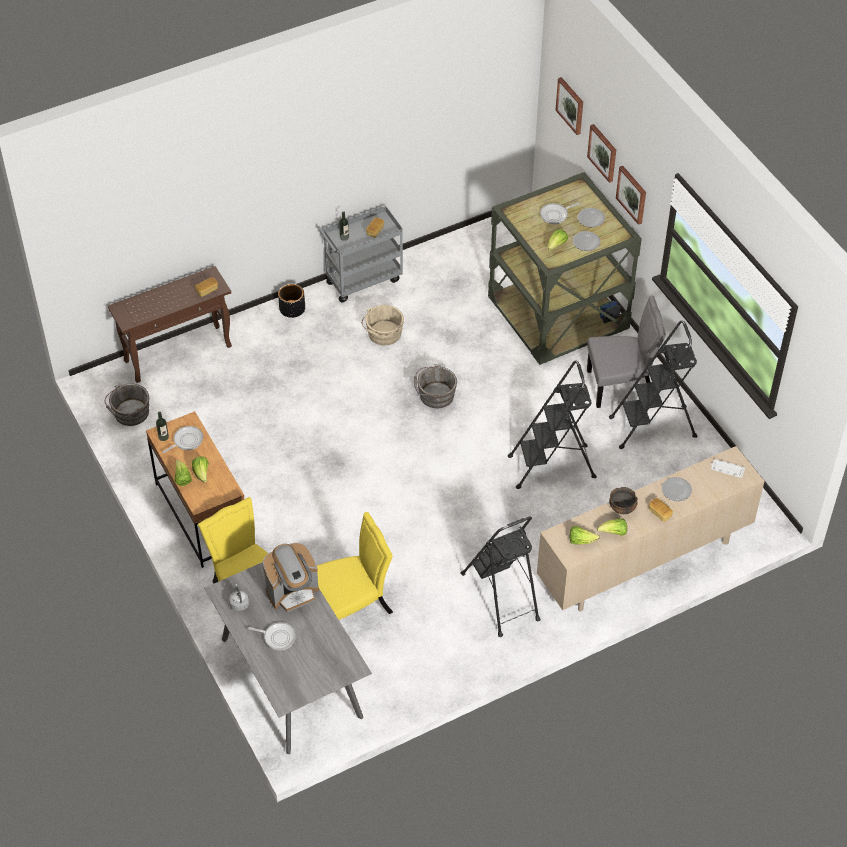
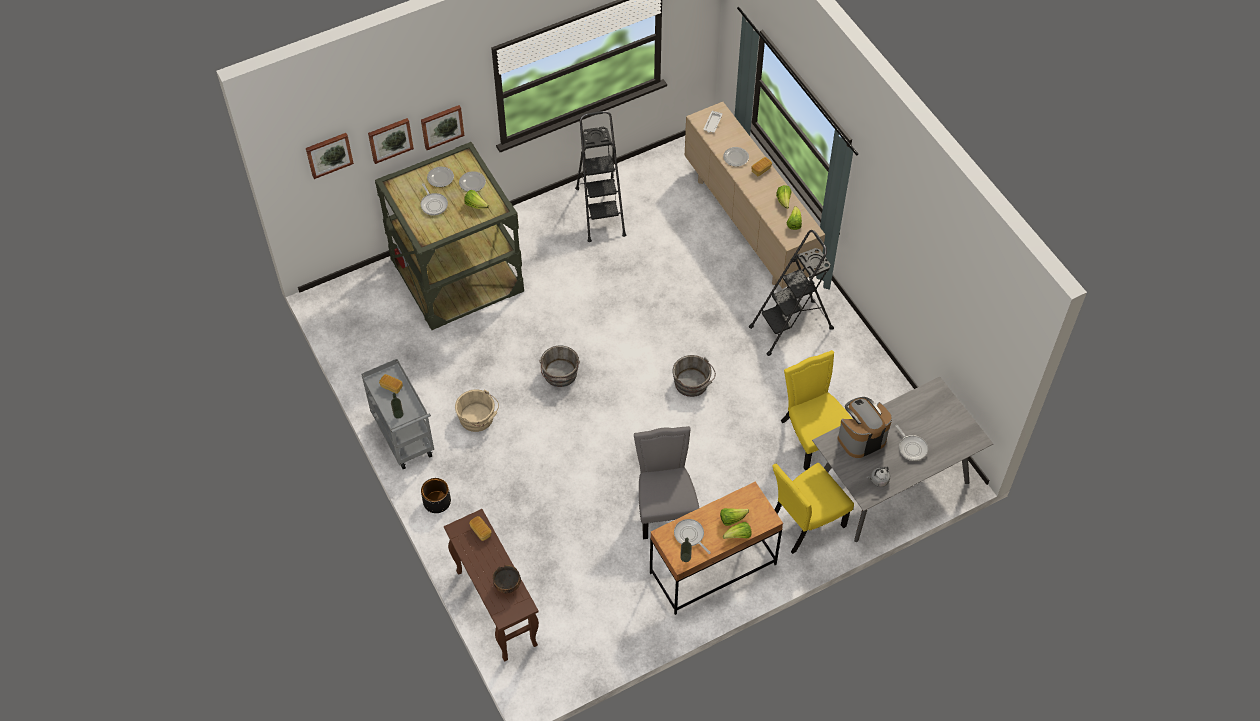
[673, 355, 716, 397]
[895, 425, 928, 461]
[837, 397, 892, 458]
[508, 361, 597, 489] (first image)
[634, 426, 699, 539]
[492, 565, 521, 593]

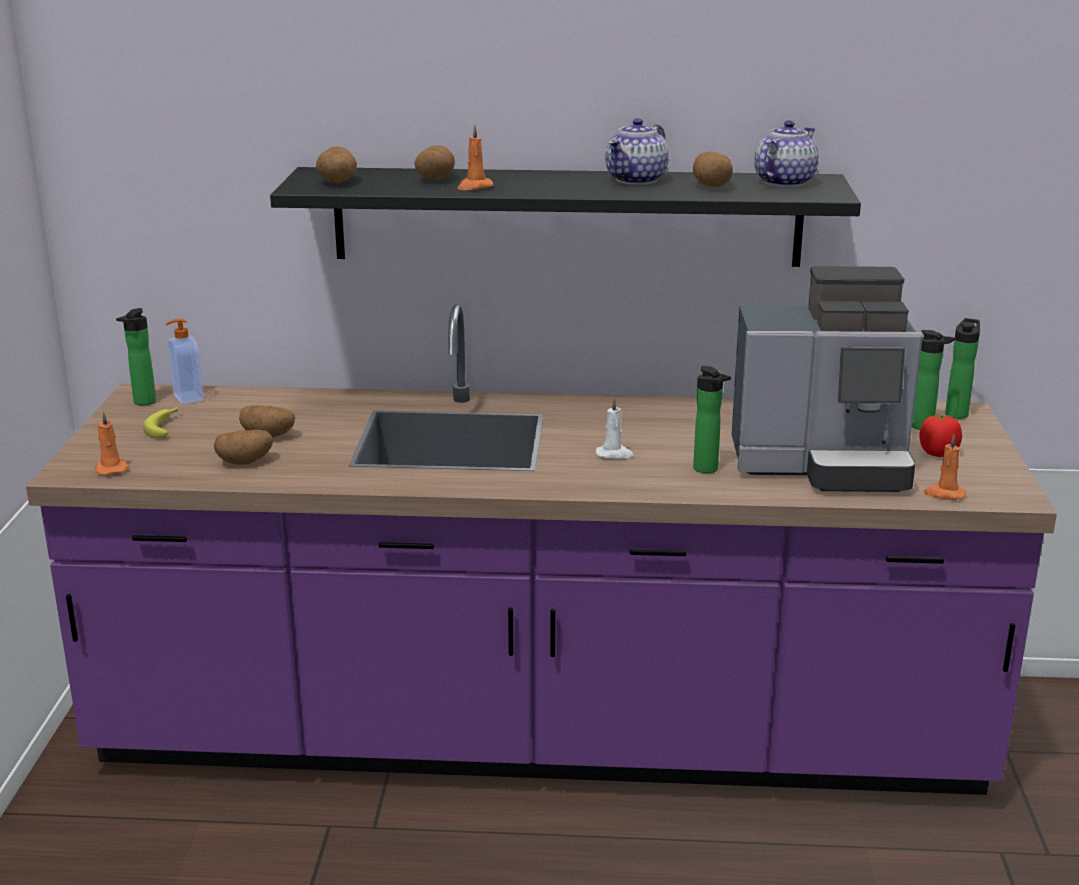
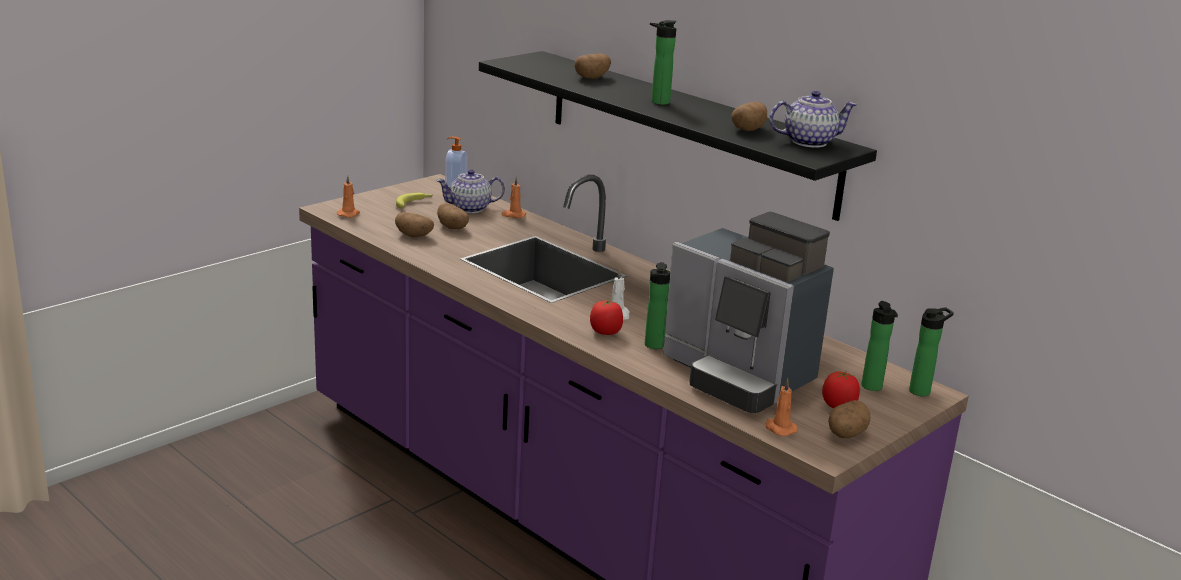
[650, 20, 676, 105]
[828, 400, 870, 438]
[501, 177, 527, 218]
[436, 169, 505, 213]
[590, 299, 623, 335]

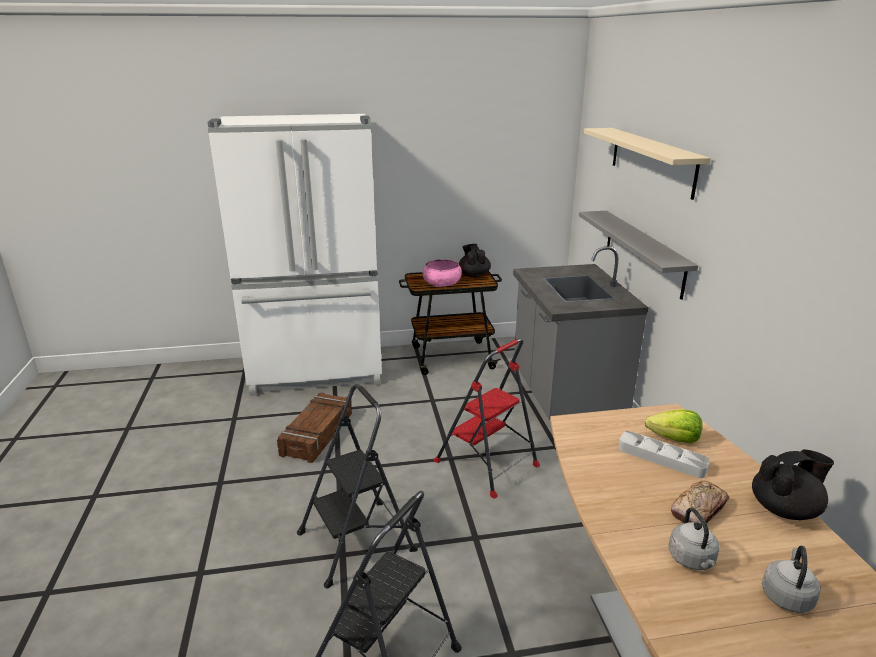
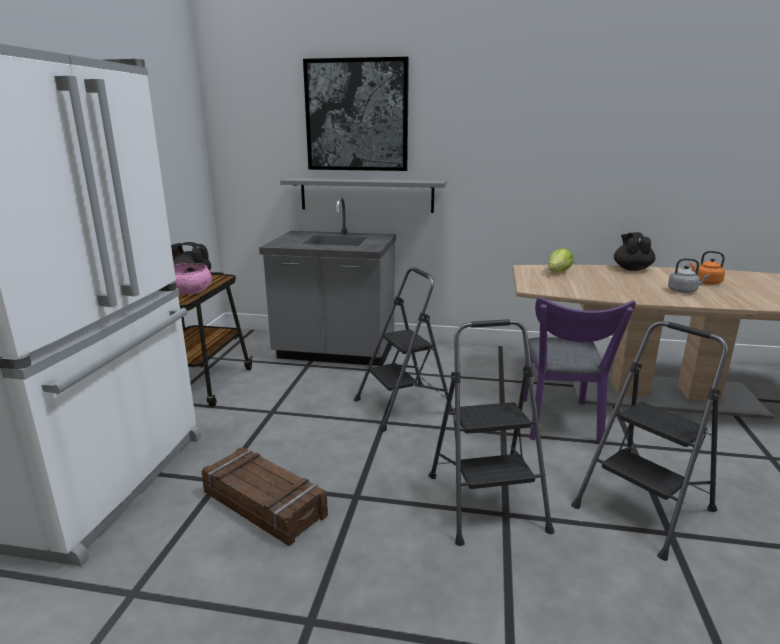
[353, 267, 454, 432]
[303, 57, 409, 171]
[618, 431, 710, 478] (first image)
[671, 481, 729, 524] (first image)
[690, 251, 725, 285]
[524, 297, 636, 443]

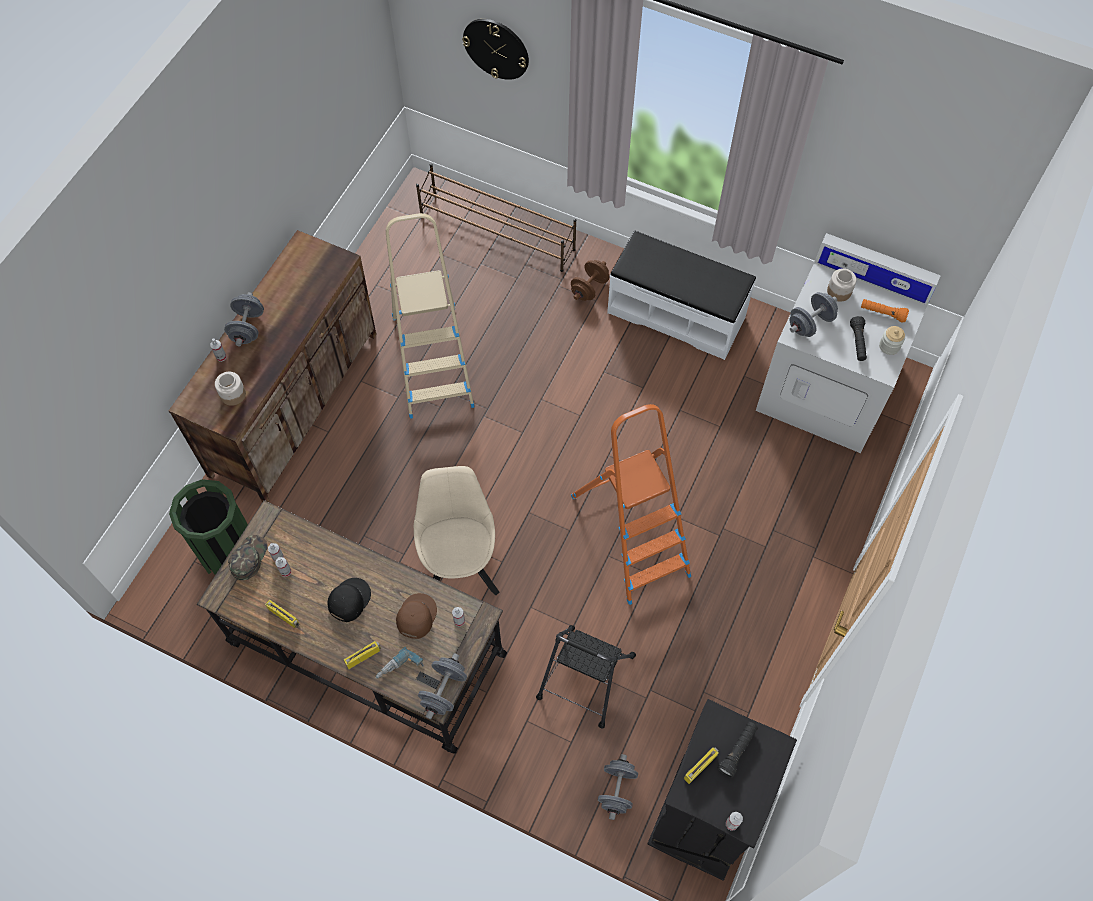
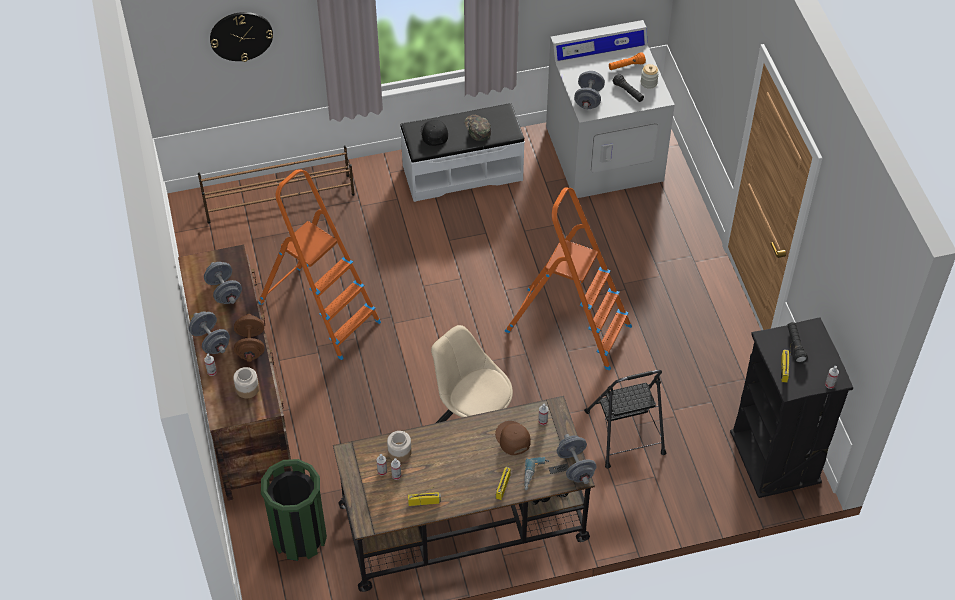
[464, 115, 491, 141]
[421, 120, 448, 146]
[258, 169, 381, 360]
[234, 314, 265, 362]
[204, 262, 242, 304]
[387, 431, 412, 462]

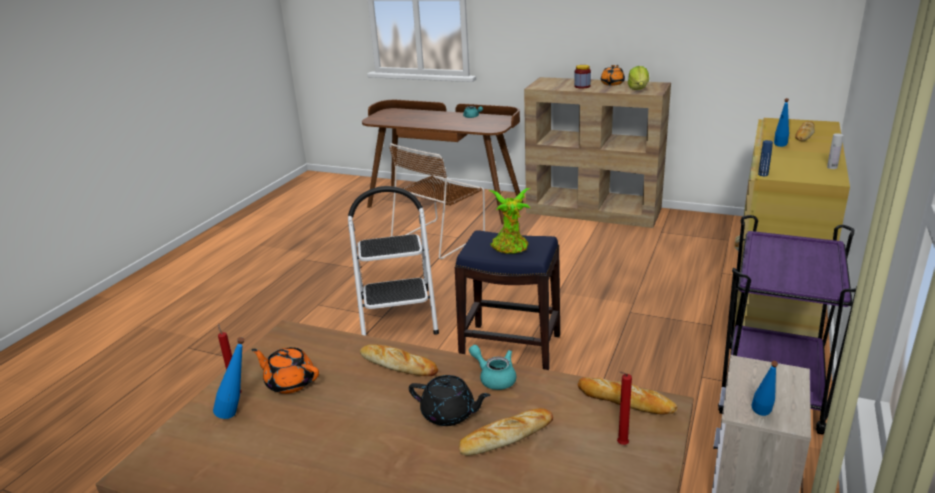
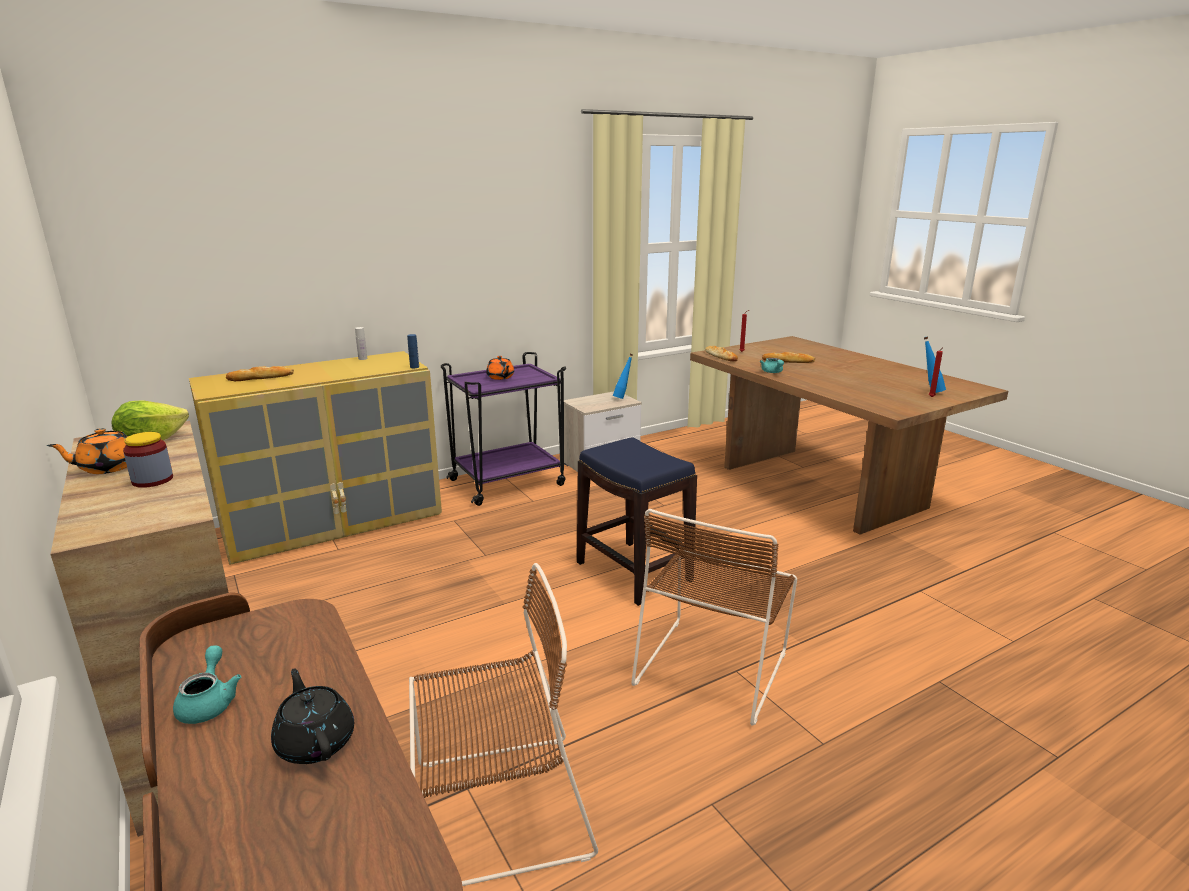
[486, 356, 514, 380]
[631, 509, 797, 726]
[360, 344, 438, 376] (first image)
[271, 668, 354, 764]
[489, 188, 530, 254] (first image)
[774, 98, 789, 147] (first image)

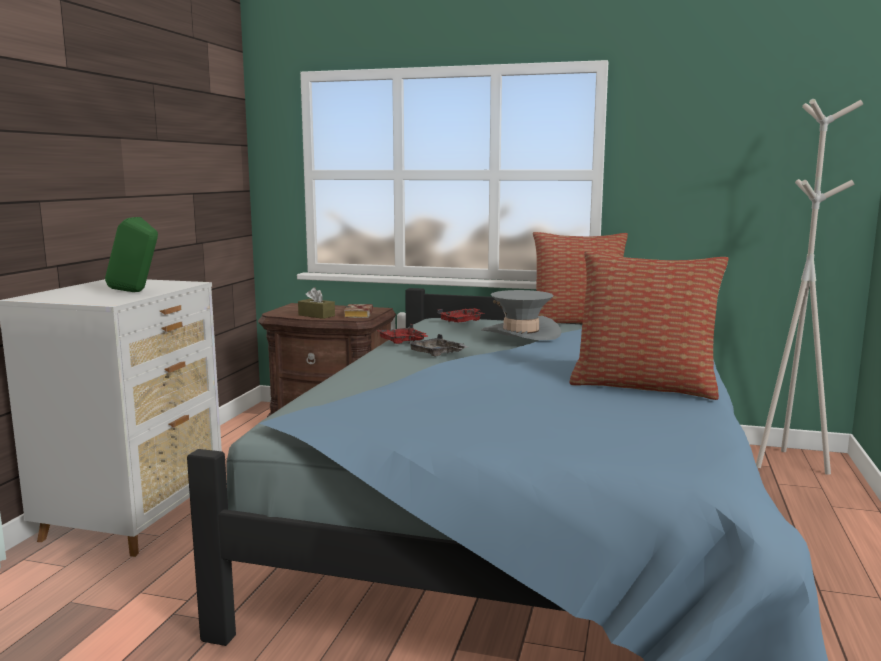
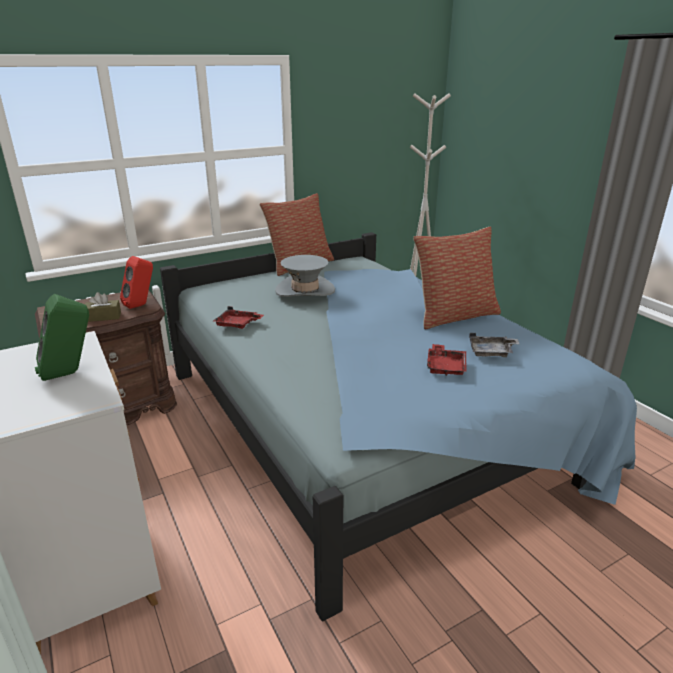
[120, 256, 153, 309]
[469, 333, 519, 357]
[427, 344, 467, 376]

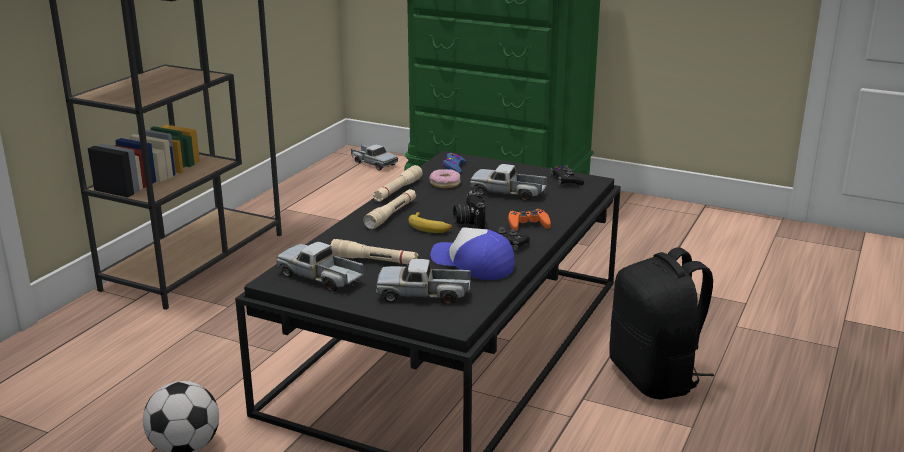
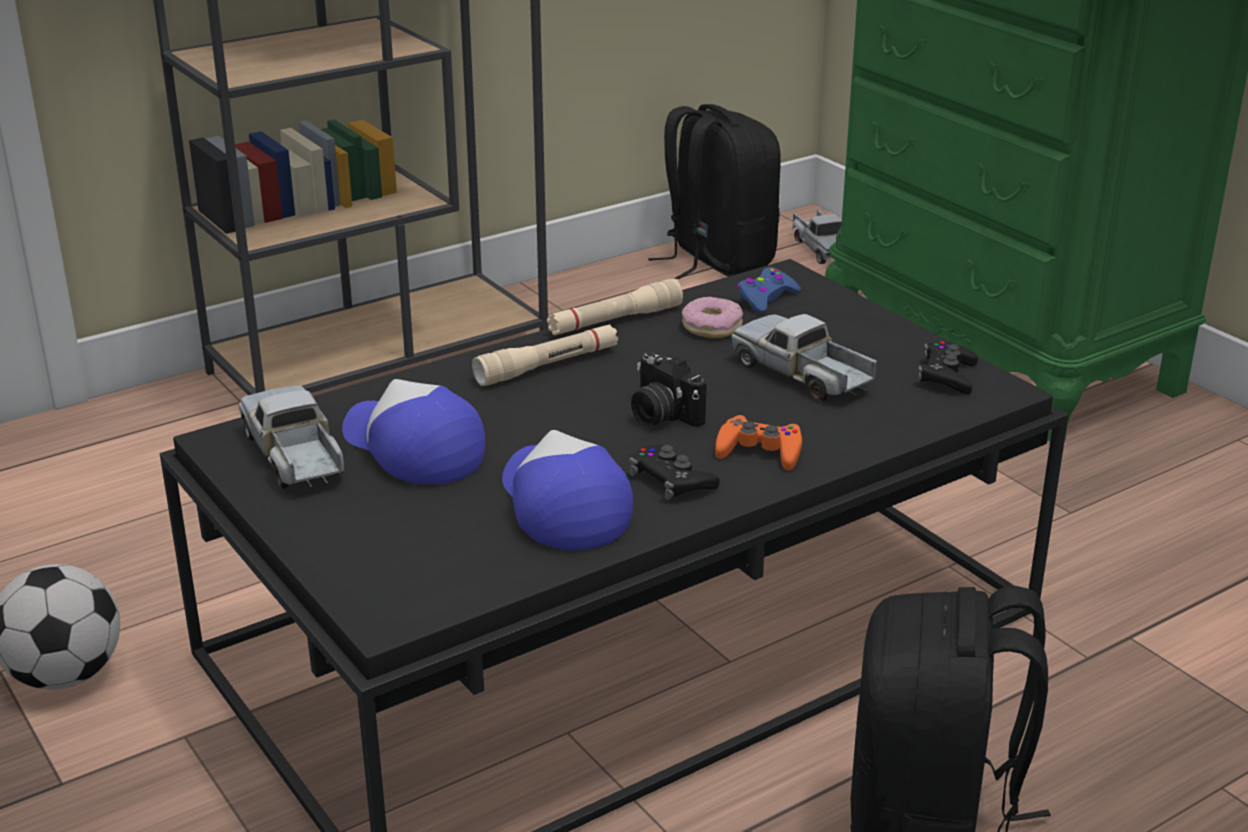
[342, 379, 485, 484]
[376, 259, 471, 304] (first image)
[408, 212, 452, 233] (first image)
[631, 352, 706, 427]
[648, 104, 780, 279]

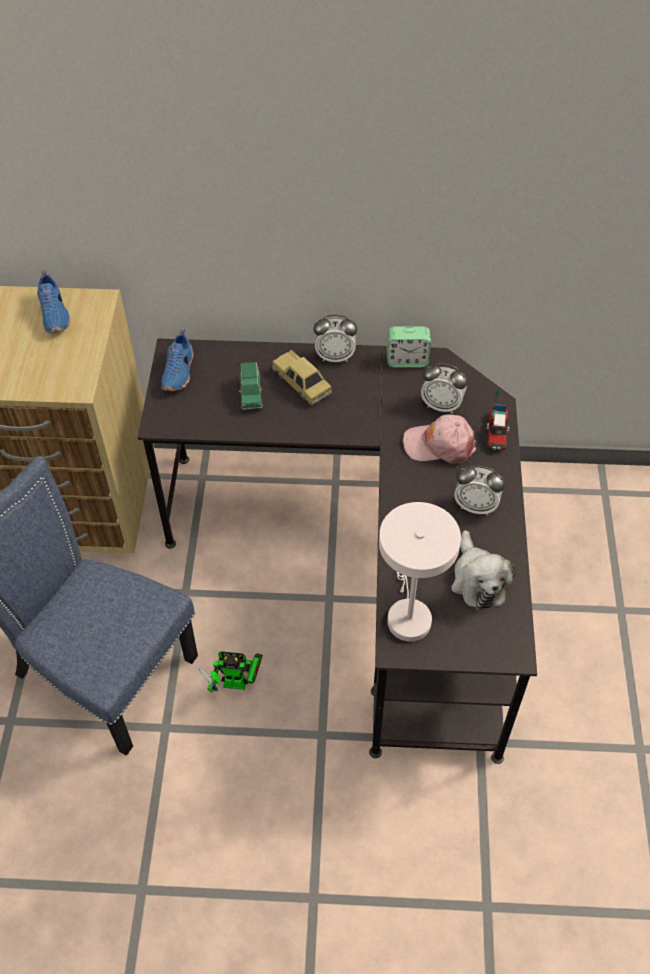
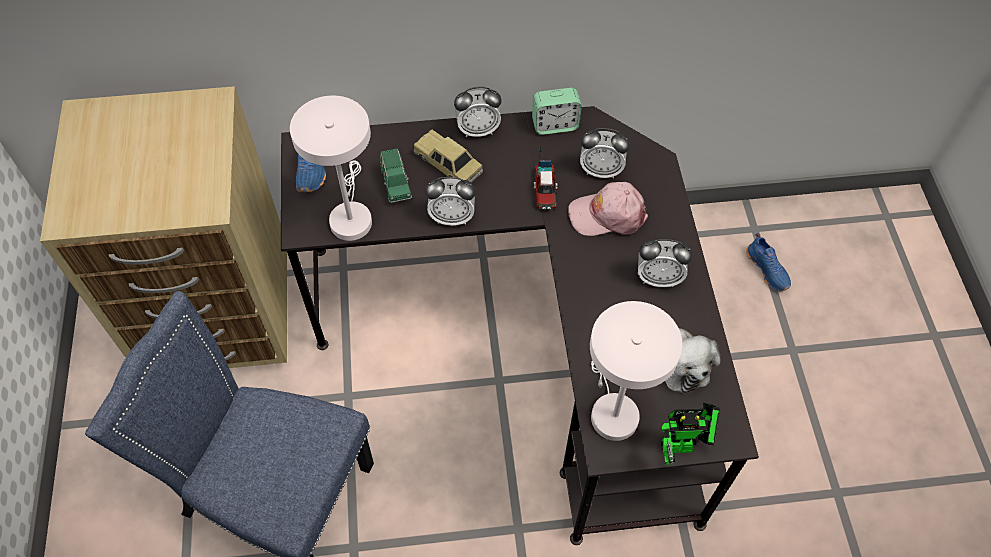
[746, 233, 791, 291]
[661, 403, 720, 466]
[534, 145, 558, 210]
[290, 96, 372, 241]
[425, 177, 476, 226]

